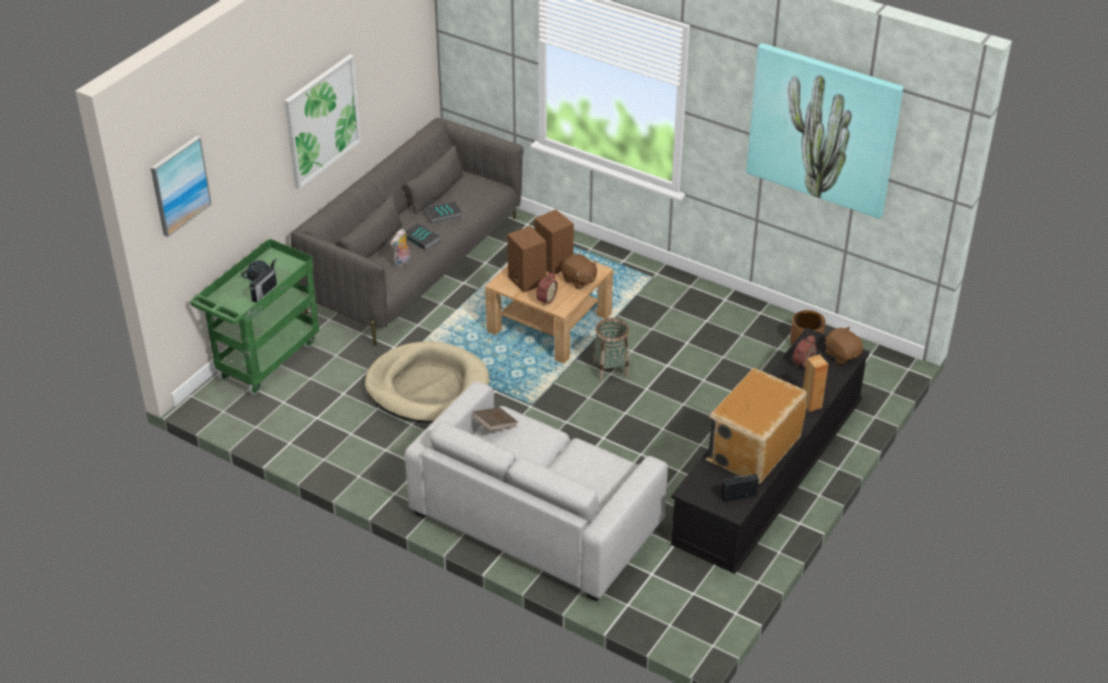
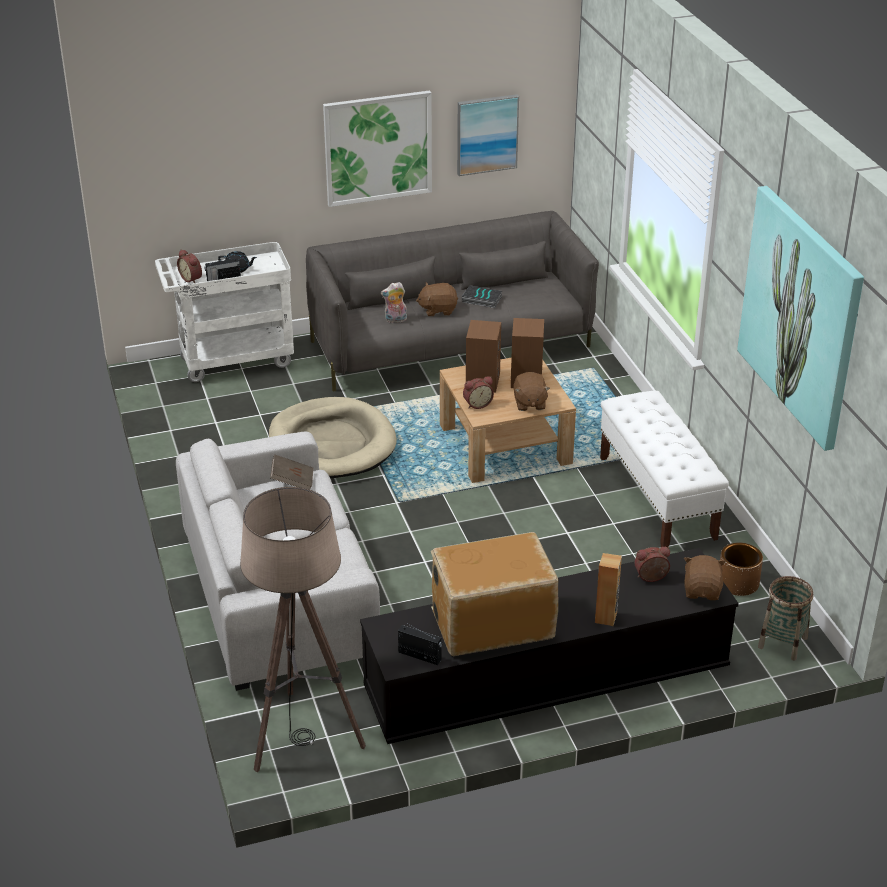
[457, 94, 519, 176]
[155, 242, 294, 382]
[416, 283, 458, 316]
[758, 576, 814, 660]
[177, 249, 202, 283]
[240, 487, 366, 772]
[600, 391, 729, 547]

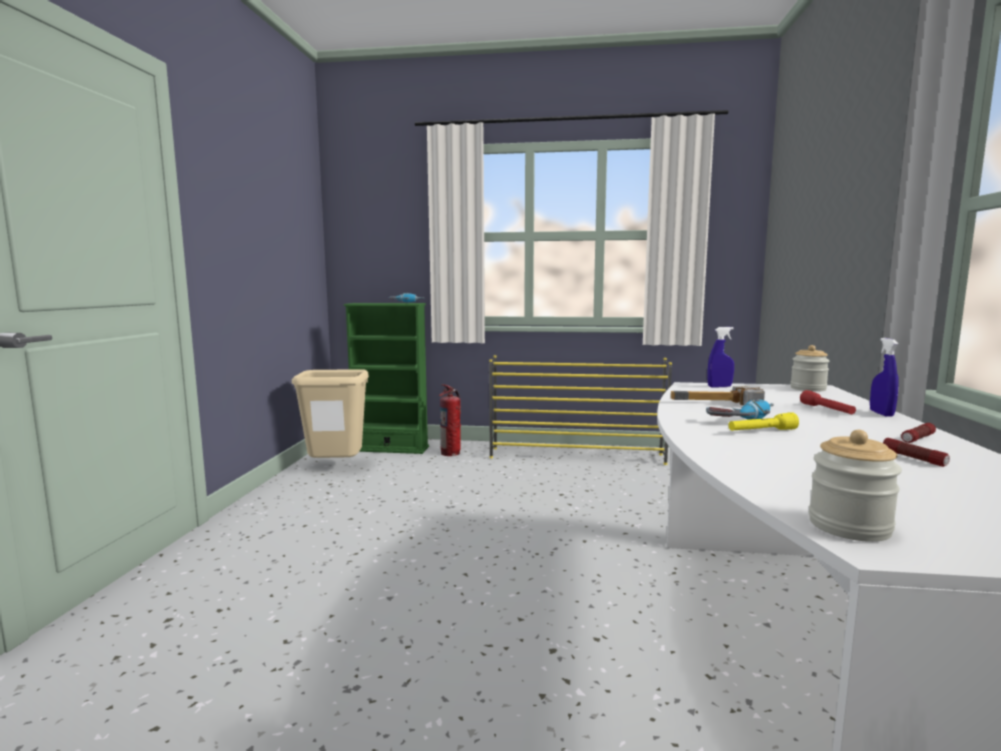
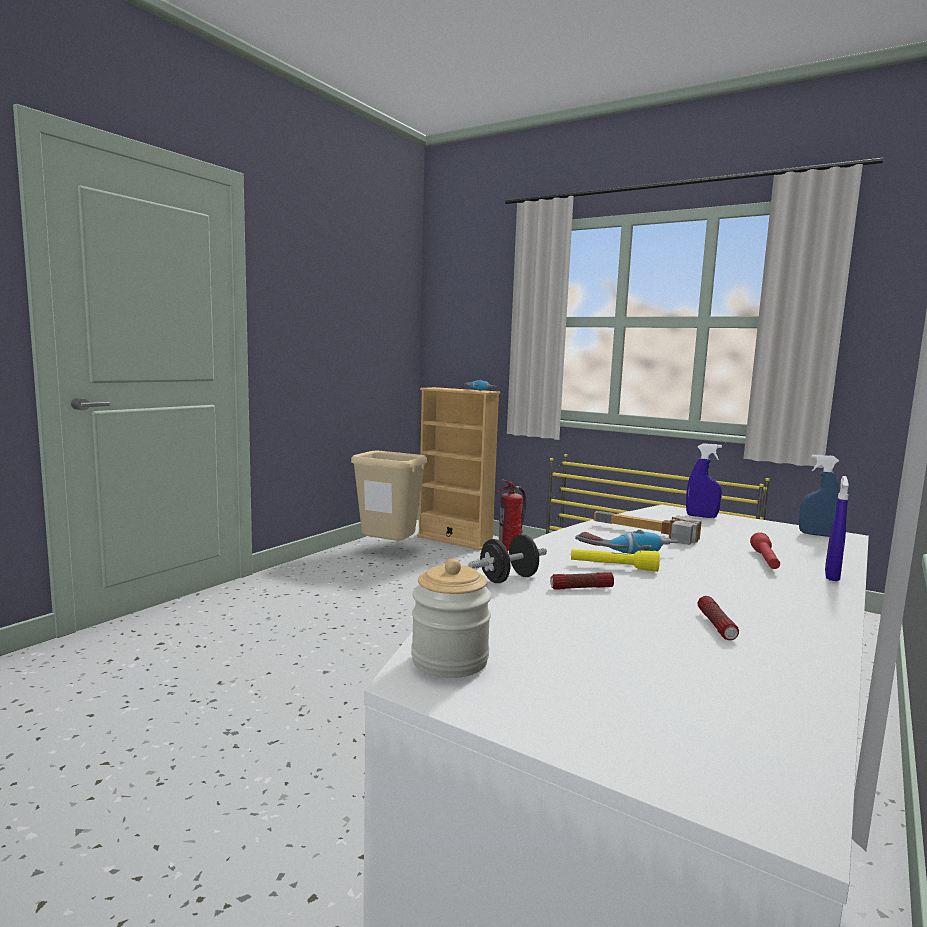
[417, 387, 500, 550]
[799, 454, 840, 537]
[550, 572, 614, 590]
[469, 534, 547, 583]

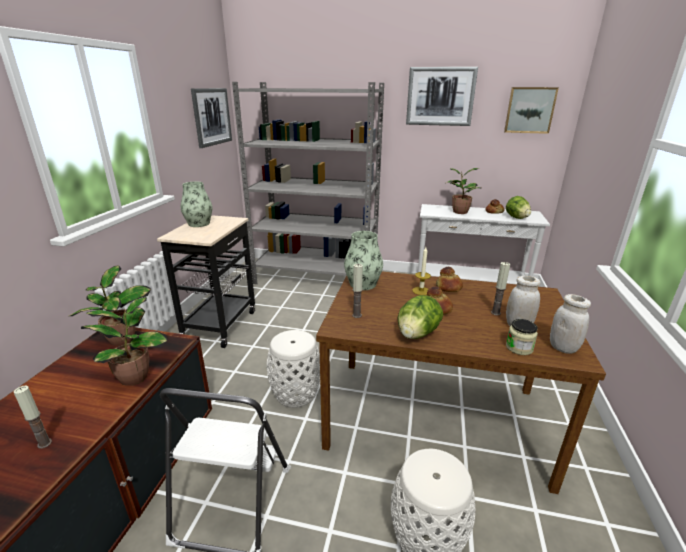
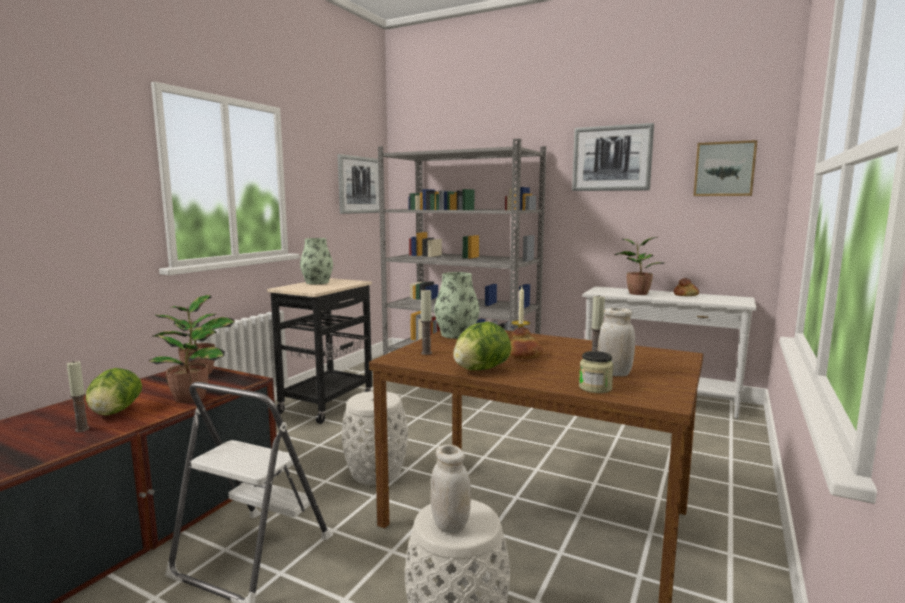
[436, 267, 463, 292] (first image)
[86, 368, 142, 415]
[431, 444, 471, 533]

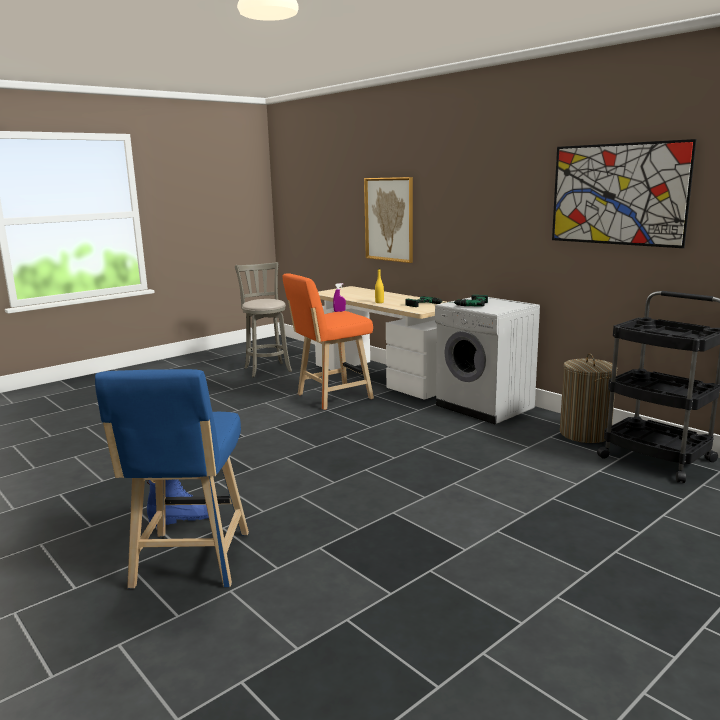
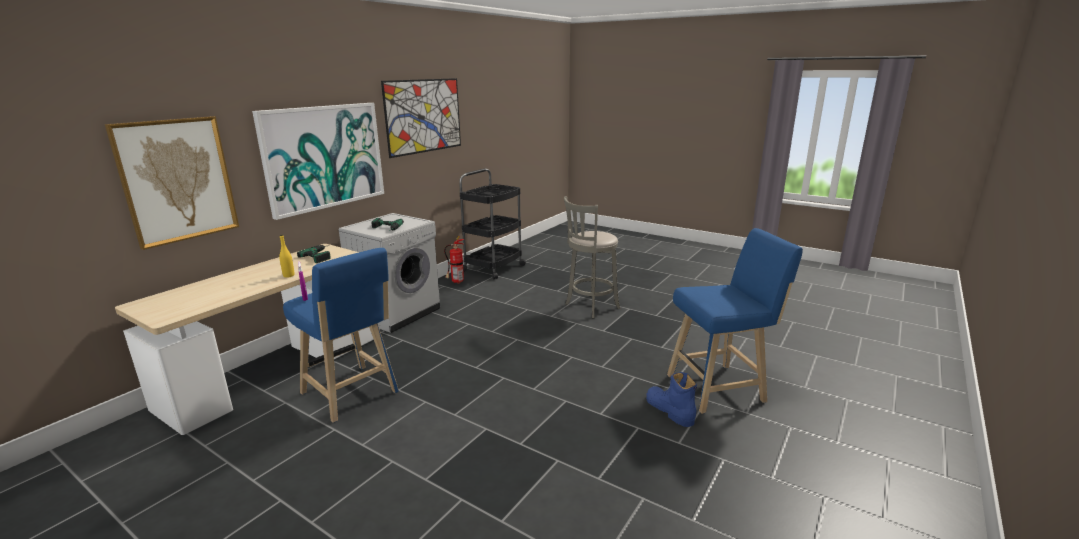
[564, 196, 620, 319]
[283, 248, 399, 423]
[444, 236, 464, 284]
[252, 103, 384, 220]

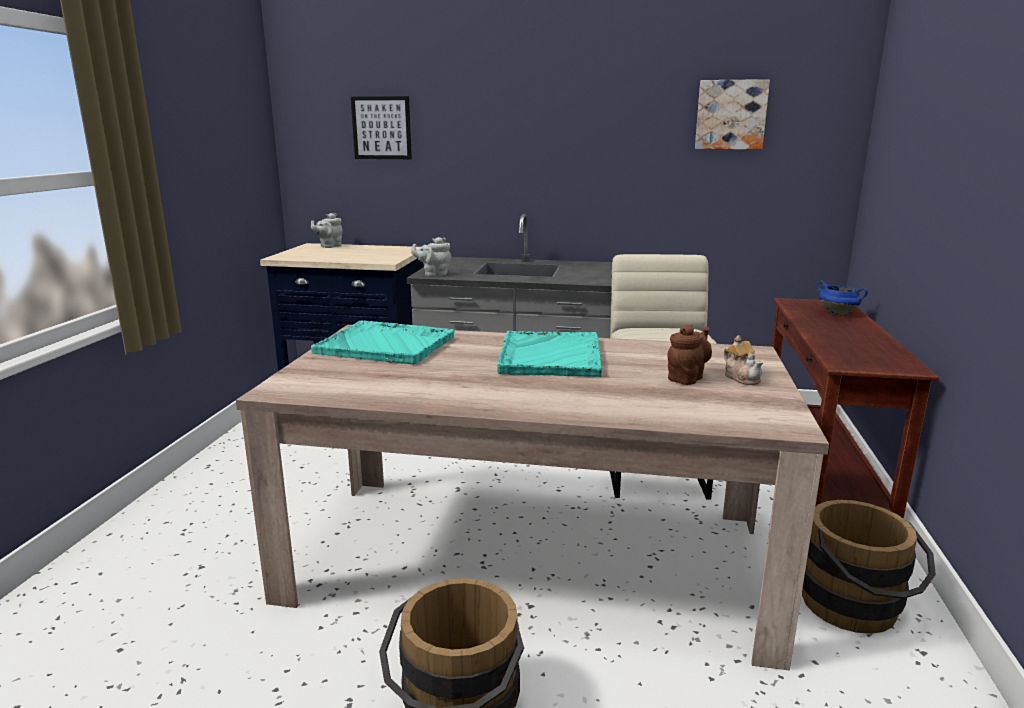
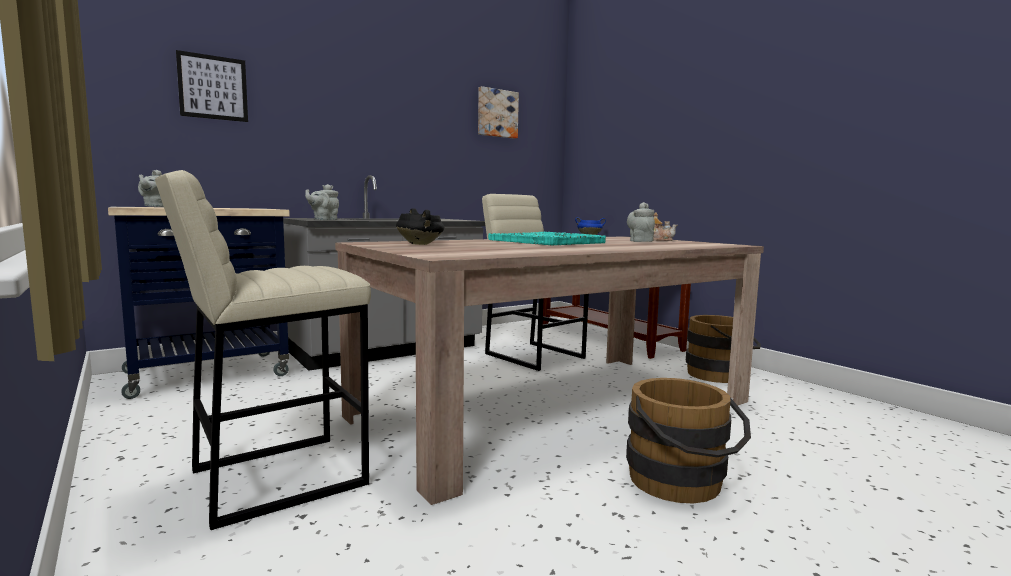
[396, 208, 444, 245]
[627, 202, 655, 242]
[155, 170, 371, 530]

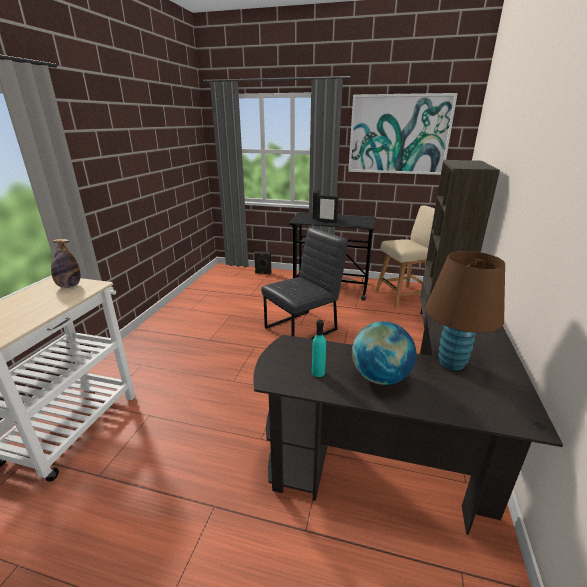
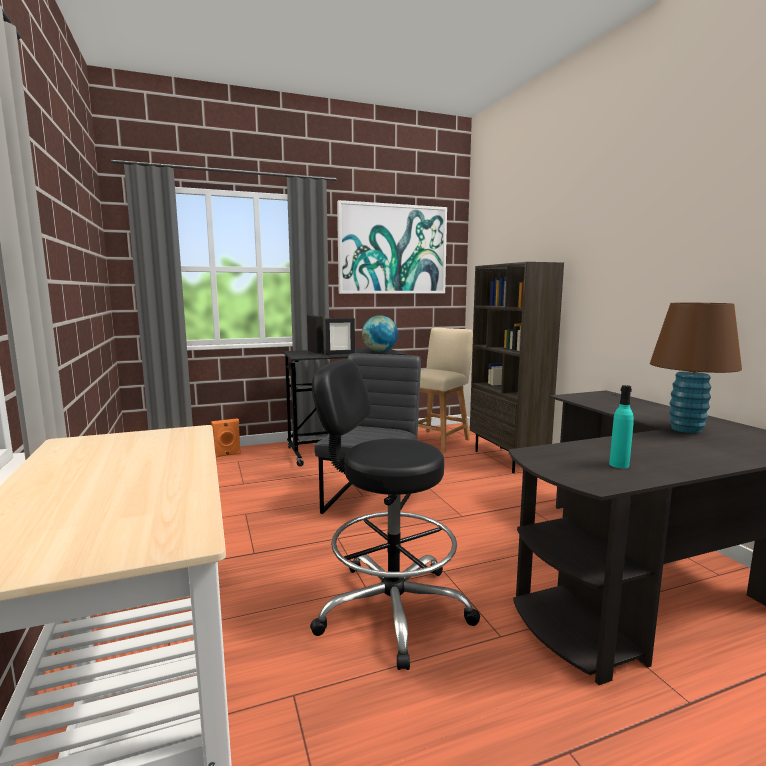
[51, 239, 81, 288] (first image)
[211, 418, 241, 457]
[362, 315, 398, 352]
[310, 359, 480, 670]

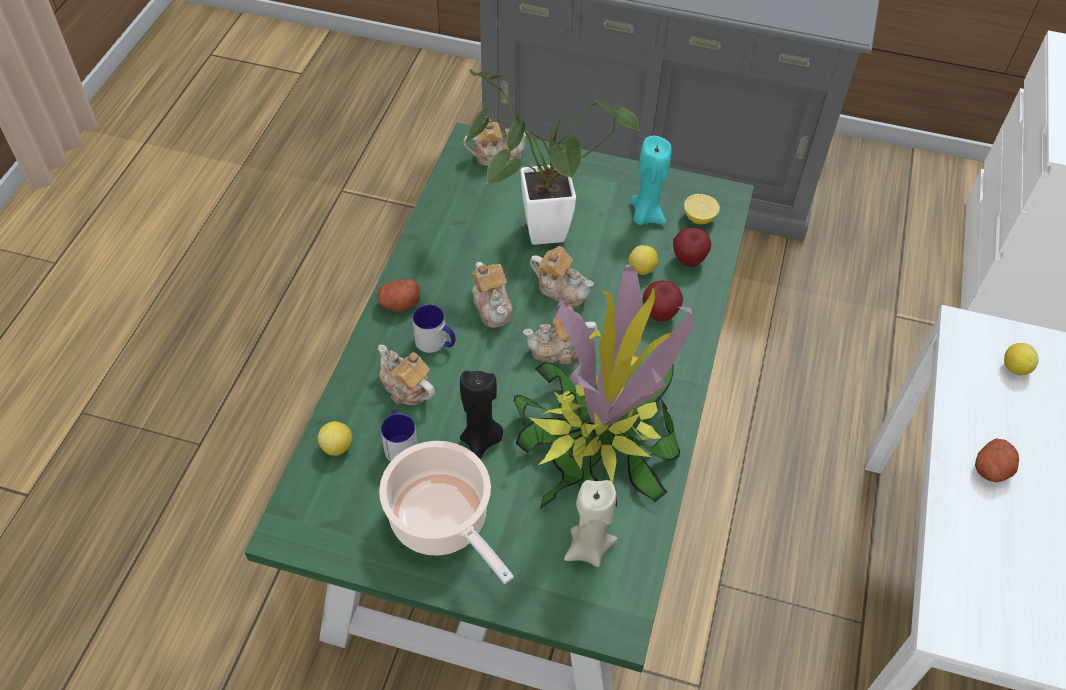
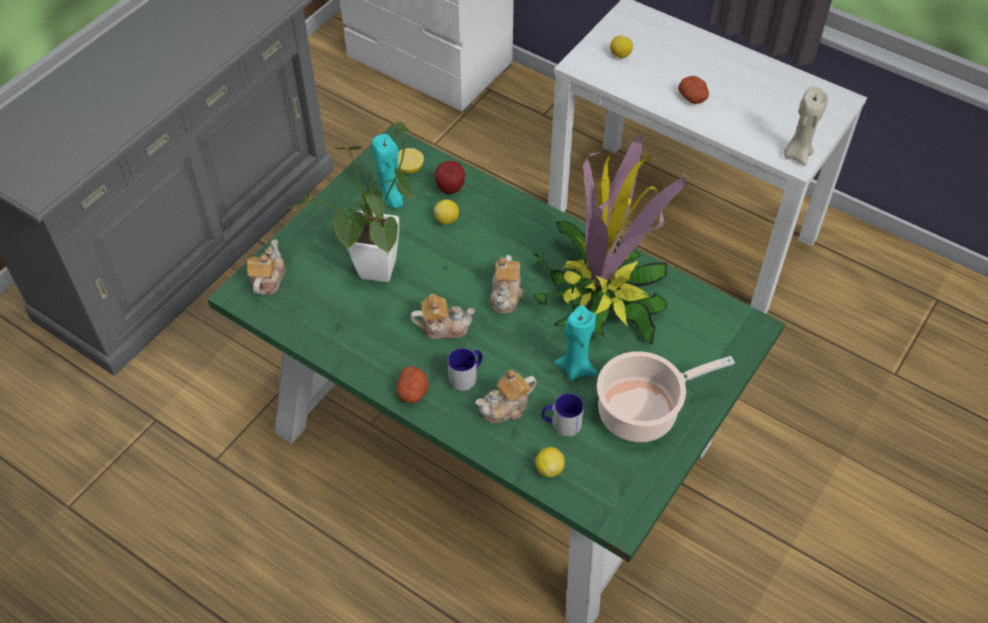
[554, 305, 598, 381]
[530, 246, 594, 307] (first image)
[784, 86, 828, 166]
[643, 280, 683, 322] (first image)

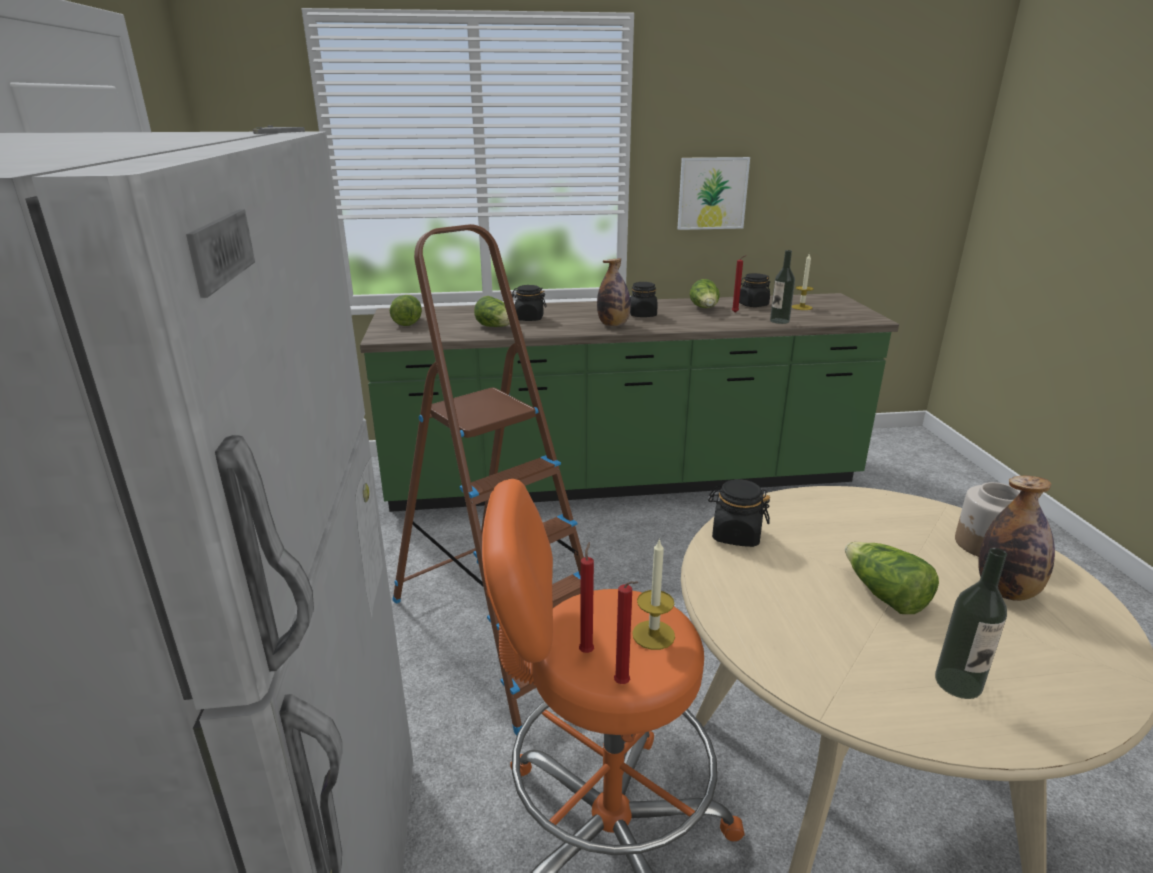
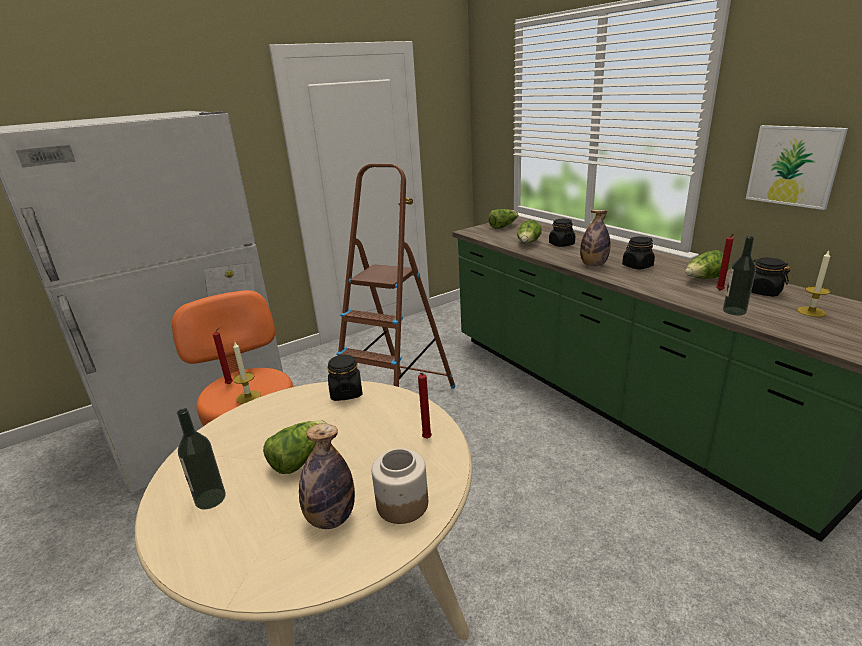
[418, 373, 432, 438]

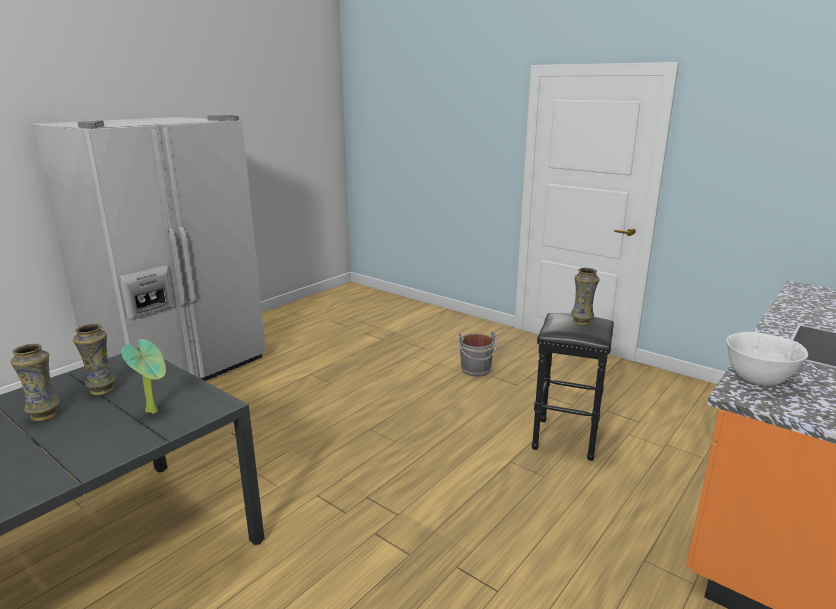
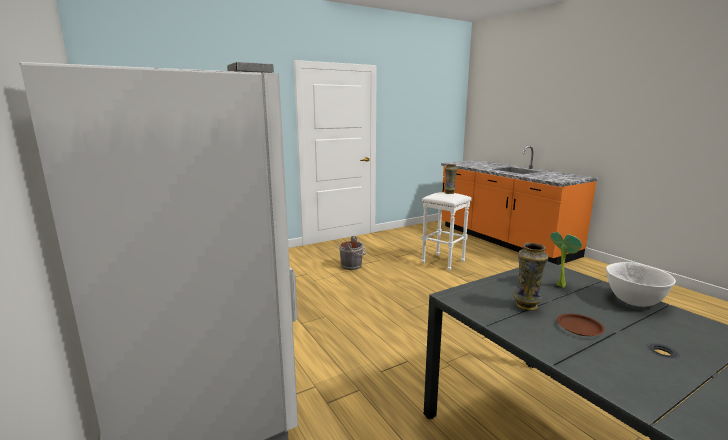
[557, 314, 605, 336]
[422, 192, 472, 271]
[606, 262, 676, 307]

